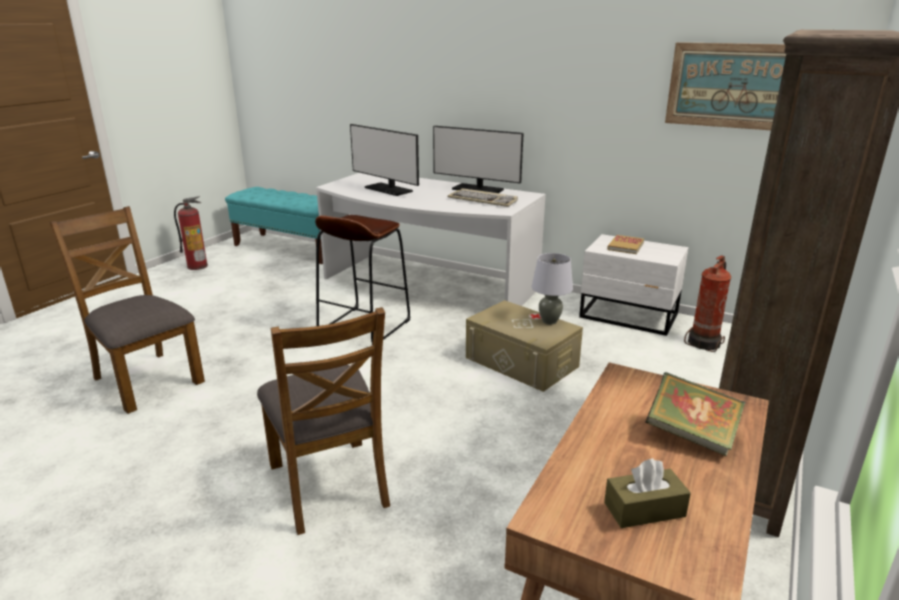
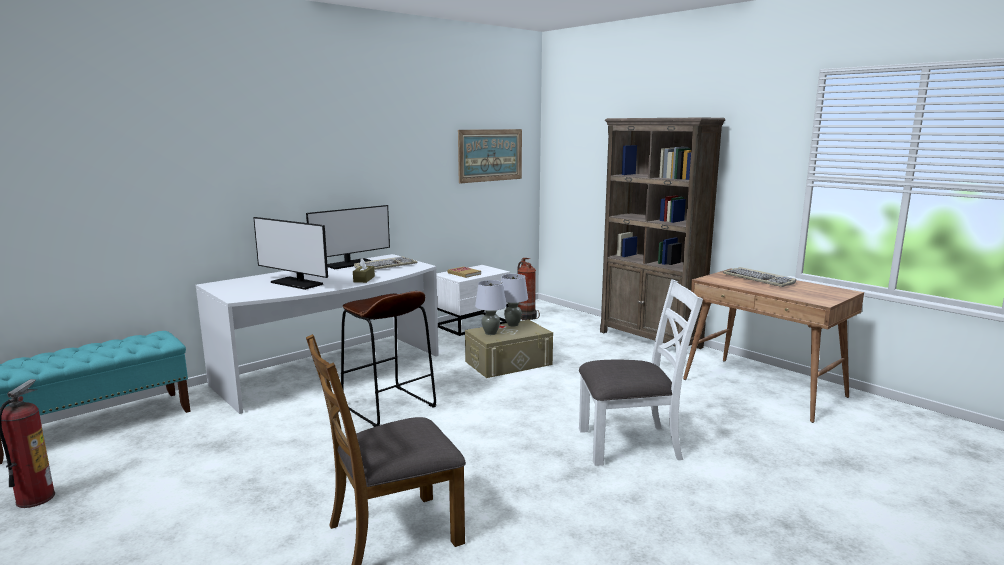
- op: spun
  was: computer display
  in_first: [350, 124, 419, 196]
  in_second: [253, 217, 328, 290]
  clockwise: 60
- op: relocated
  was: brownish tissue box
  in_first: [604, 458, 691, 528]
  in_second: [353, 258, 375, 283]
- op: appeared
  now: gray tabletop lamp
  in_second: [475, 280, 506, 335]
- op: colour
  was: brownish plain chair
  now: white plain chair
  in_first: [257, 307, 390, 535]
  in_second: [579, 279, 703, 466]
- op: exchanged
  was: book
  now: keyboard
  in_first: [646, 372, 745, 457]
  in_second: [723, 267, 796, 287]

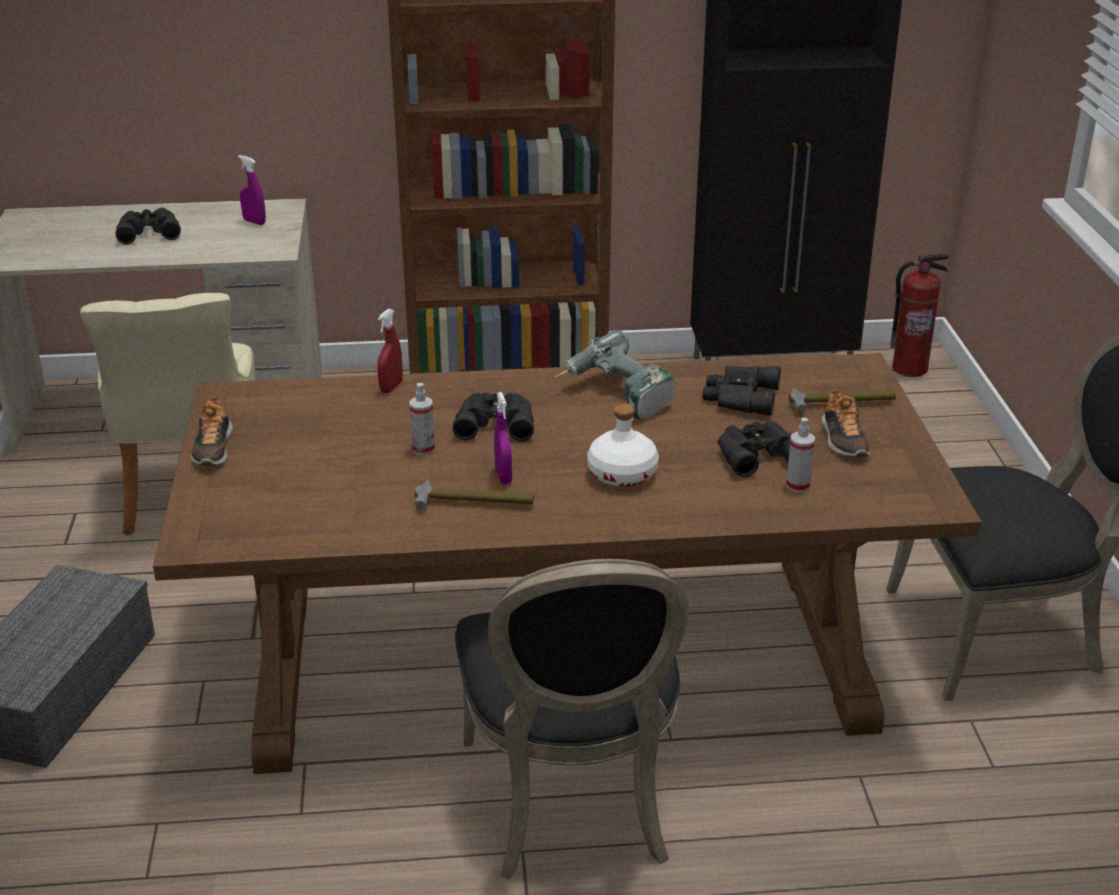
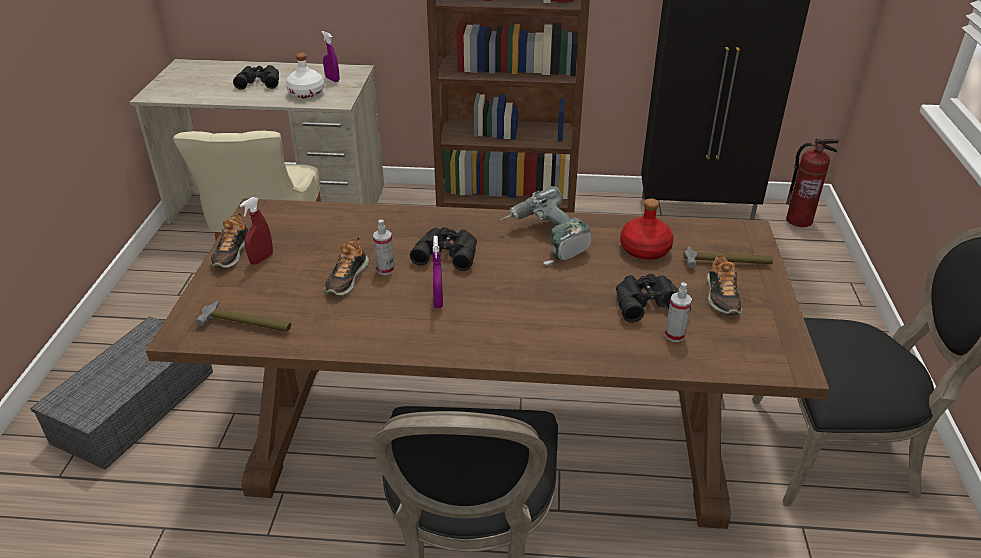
- op: relocated
  was: hammer
  in_first: [415, 480, 534, 509]
  in_second: [196, 300, 291, 332]
- op: relocated
  was: red-coloured sprayer
  in_first: [377, 309, 403, 393]
  in_second: [240, 197, 273, 265]
- op: relocated
  was: white beverage bottle
  in_first: [587, 404, 659, 487]
  in_second: [286, 53, 325, 98]
- op: appeared
  now: item of footwear
  in_second: [325, 237, 369, 296]
- op: exchanged
  was: blackish field glasses
  now: red-coloured beverage bottle
  in_first: [702, 366, 781, 415]
  in_second: [620, 199, 674, 260]

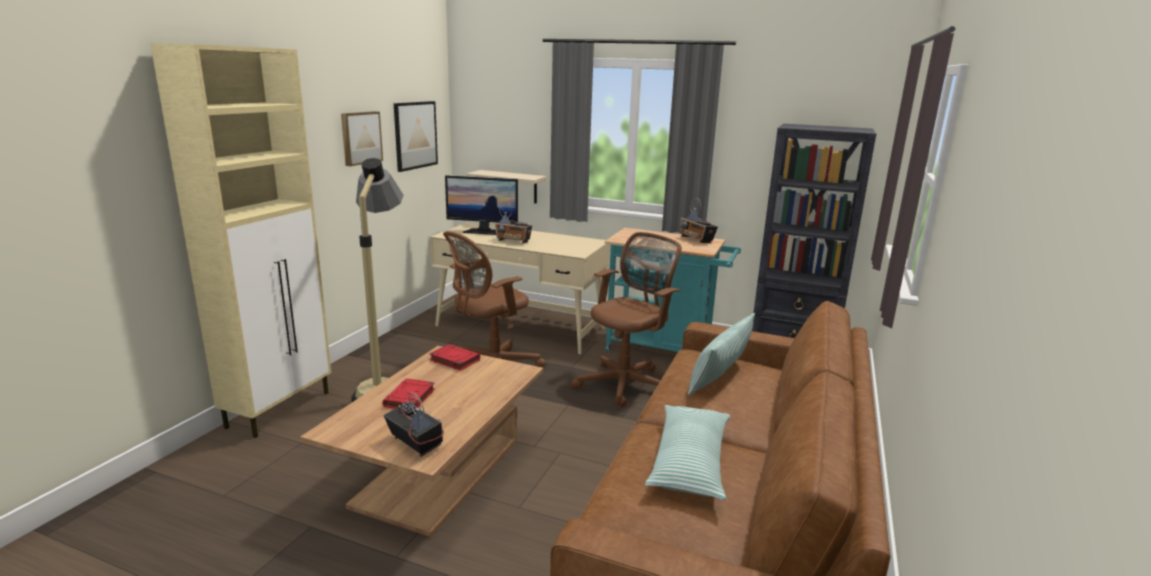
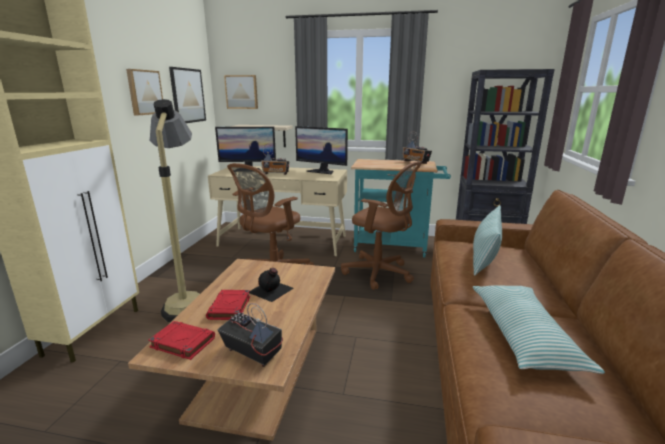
- op: relocated
  was: red-coloured book
  in_first: [429, 344, 480, 371]
  in_second: [148, 321, 215, 360]
- op: appeared
  now: picture
  in_second: [224, 75, 258, 109]
- op: appeared
  now: blackish beverage bottle
  in_second: [249, 268, 294, 302]
- op: appeared
  now: computer display
  in_second: [295, 126, 348, 174]
- op: spun
  was: brownish computer chair
  in_first: [571, 232, 682, 407]
  in_second: [341, 162, 421, 290]
  clockwise: 90

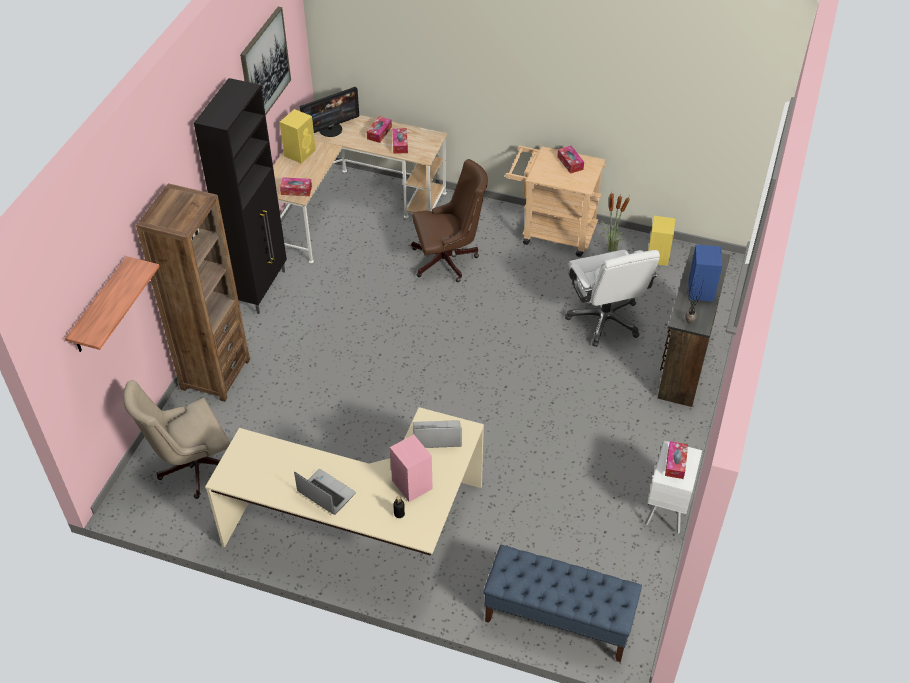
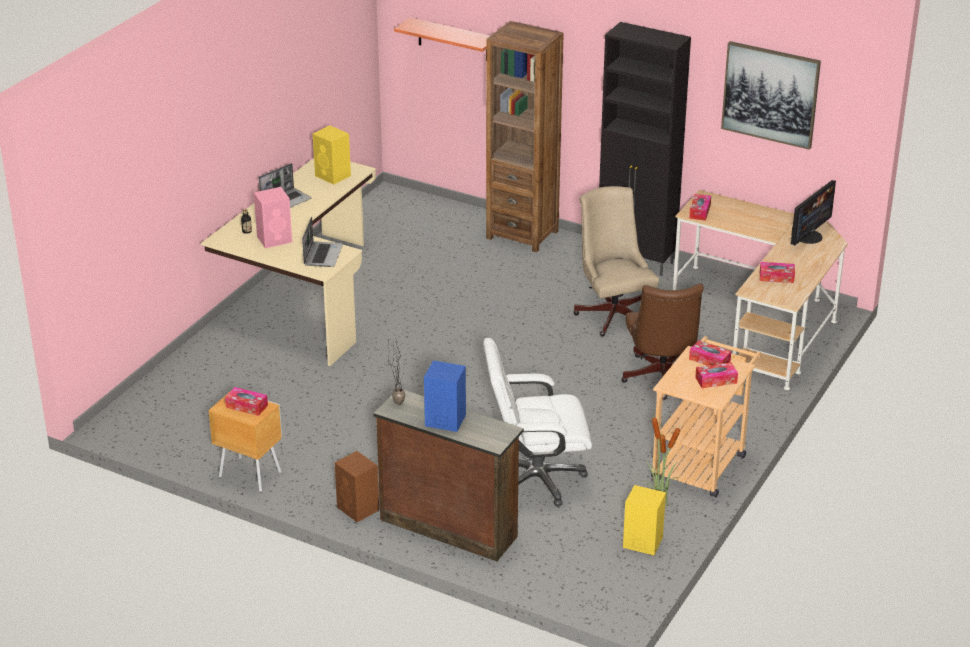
- op: colour
  was: white nightstand
  now: brownish nightstand
  in_first: [645, 441, 702, 534]
  in_second: [208, 392, 282, 492]
- op: relocated
  was: yellow speaker
  in_first: [280, 109, 316, 164]
  in_second: [313, 125, 351, 185]
- op: appeared
  now: brownish speaker
  in_second: [335, 451, 379, 522]
- op: relocated
  was: beige computer chair
  in_first: [123, 380, 230, 499]
  in_second: [573, 186, 659, 336]
- op: relocated
  was: tissue box
  in_first: [367, 116, 392, 143]
  in_second: [689, 340, 731, 366]
- op: spun
  was: computer display
  in_first: [300, 87, 359, 137]
  in_second: [790, 180, 836, 246]
  clockwise: -120
- op: missing
  was: blue bench
  in_first: [483, 545, 642, 662]

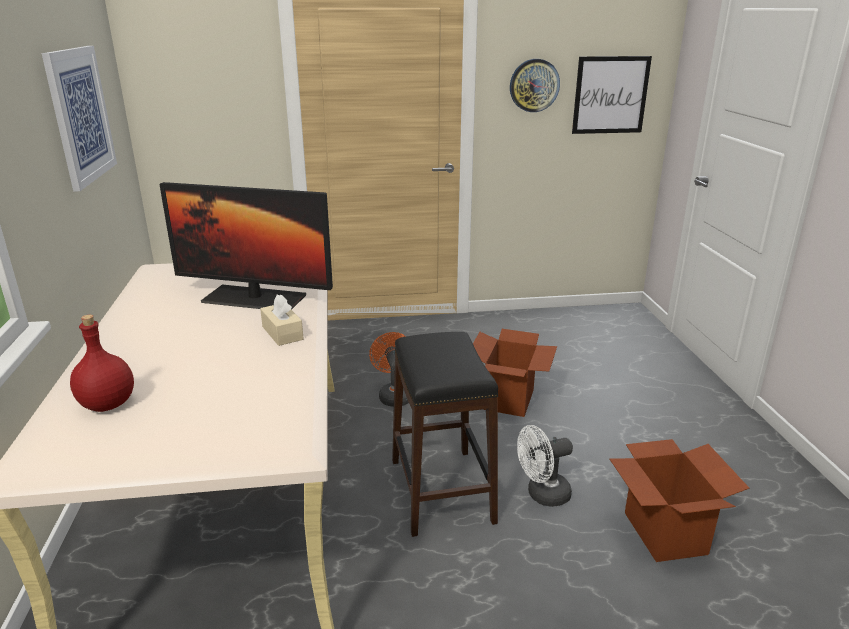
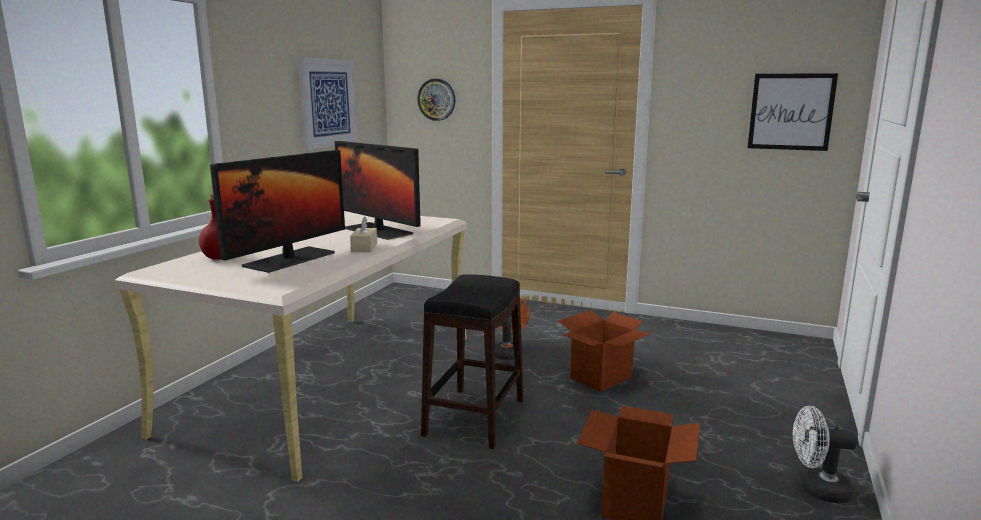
- op: appeared
  now: computer display
  in_second: [210, 150, 345, 273]
- op: relocated
  was: wall clock
  in_first: [510, 59, 560, 112]
  in_second: [417, 79, 455, 121]
- op: relocated
  was: white fan
  in_first: [517, 425, 573, 507]
  in_second: [793, 406, 858, 503]

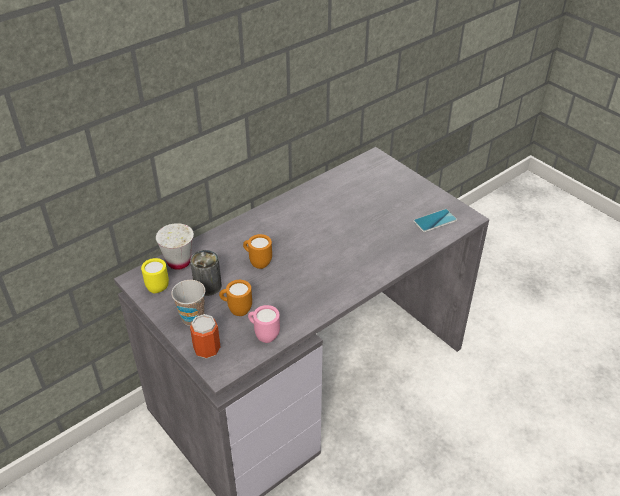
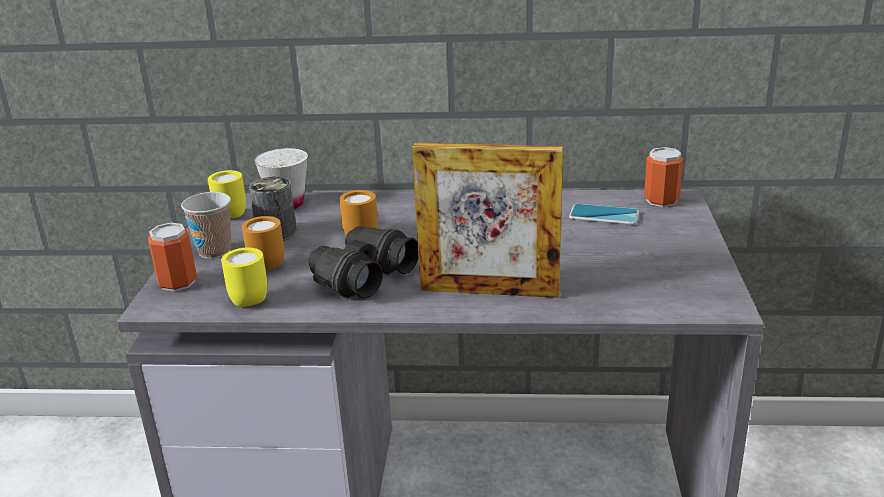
- op: colour
  was: pink tea mug
  now: yellow tea mug
  in_first: [248, 305, 280, 343]
  in_second: [221, 248, 267, 307]
- op: appeared
  now: blackish field glasses
  in_second: [309, 226, 419, 299]
- op: appeared
  now: photo frame
  in_second: [412, 143, 563, 298]
- op: relocated
  was: telephone
  in_first: [413, 209, 457, 232]
  in_second: [569, 204, 639, 225]
- op: appeared
  now: metal can
  in_second: [644, 147, 683, 207]

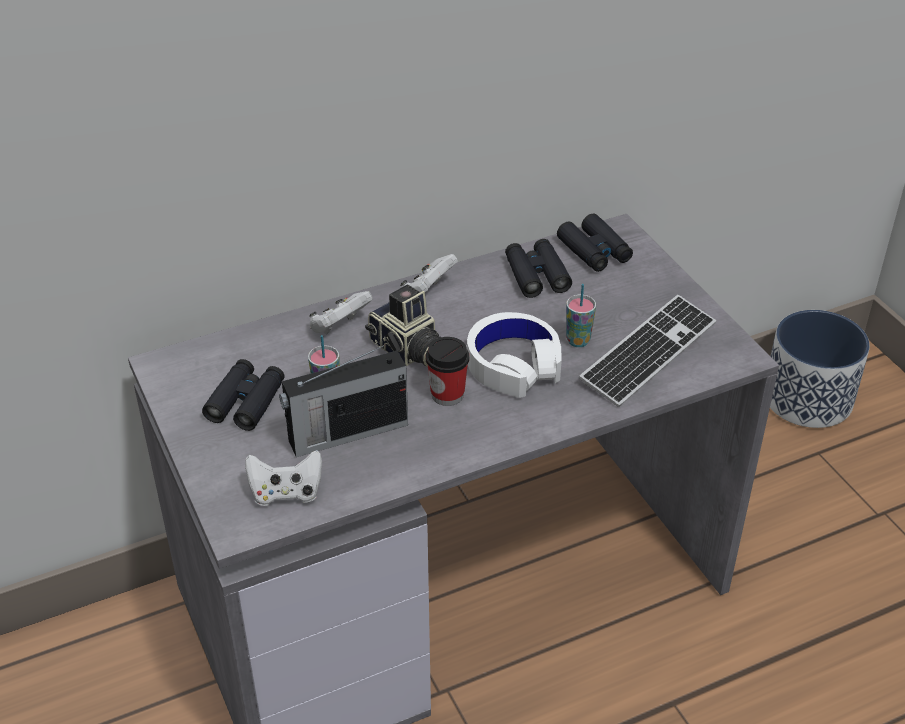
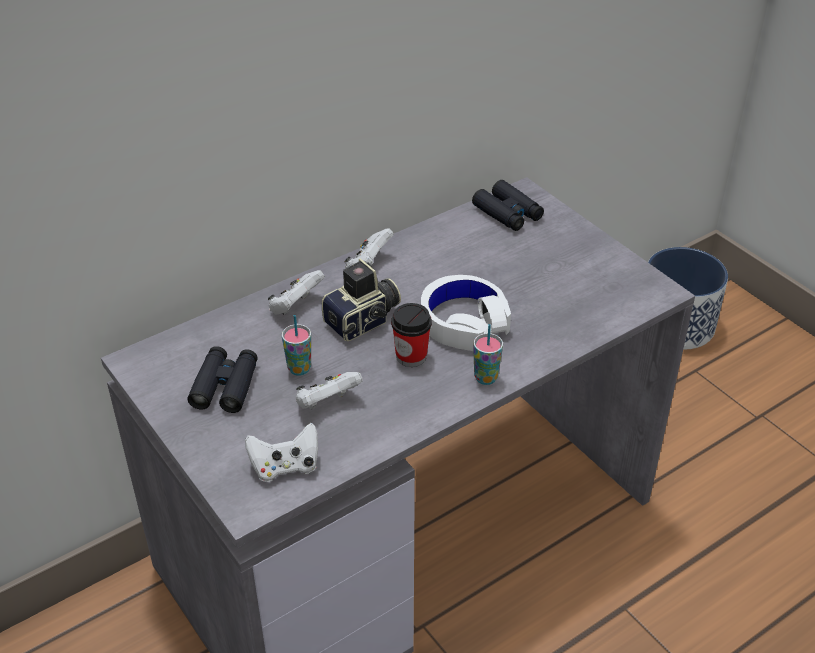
- op: exchanged
  was: radio
  now: white gamepad
  in_first: [279, 344, 408, 457]
  in_second: [296, 372, 363, 410]
- op: spun
  was: photo camera
  in_first: [365, 285, 441, 367]
  in_second: [322, 258, 401, 341]
  clockwise: -75
- op: relocated
  was: drinking cup
  in_first: [566, 284, 596, 347]
  in_second: [473, 324, 503, 385]
- op: missing
  was: blackish field glasses
  in_first: [505, 239, 572, 298]
- op: missing
  was: keyboard
  in_first: [579, 295, 716, 407]

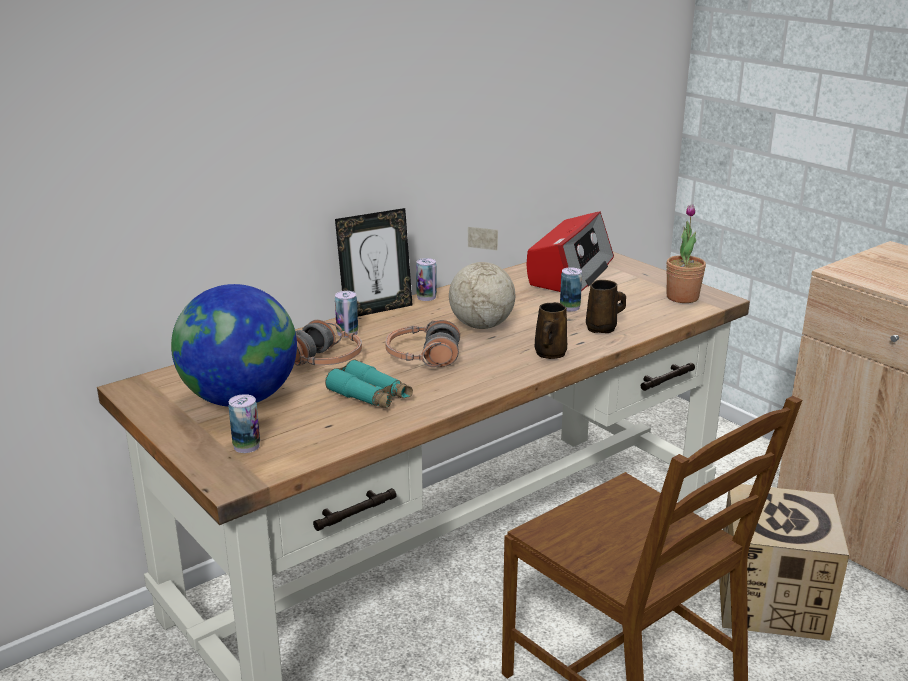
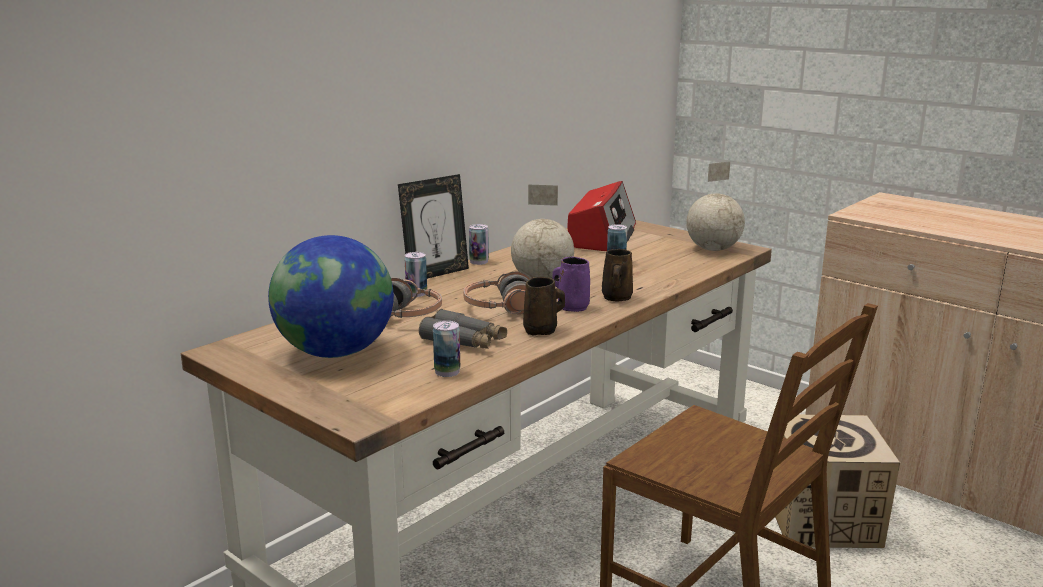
- op: colour
  was: turquoise-coloured field glasses
  now: gray field glasses
  in_first: [325, 359, 413, 409]
  in_second: [419, 309, 507, 349]
- op: relocated
  was: metal can
  in_first: [228, 394, 260, 453]
  in_second: [433, 321, 460, 377]
- op: relocated
  was: brownish tea mug
  in_first: [586, 280, 626, 333]
  in_second: [523, 277, 565, 336]
- op: appeared
  now: purple-coloured tea mug
  in_second: [553, 256, 590, 312]
- op: exchanged
  was: plant in a pot
  now: desk globe
  in_first: [666, 204, 706, 303]
  in_second: [686, 161, 745, 251]

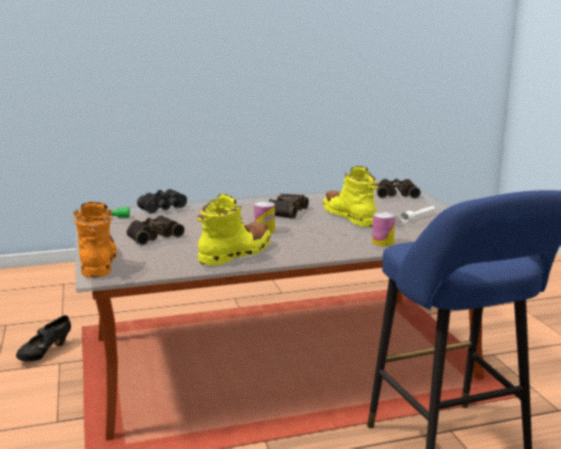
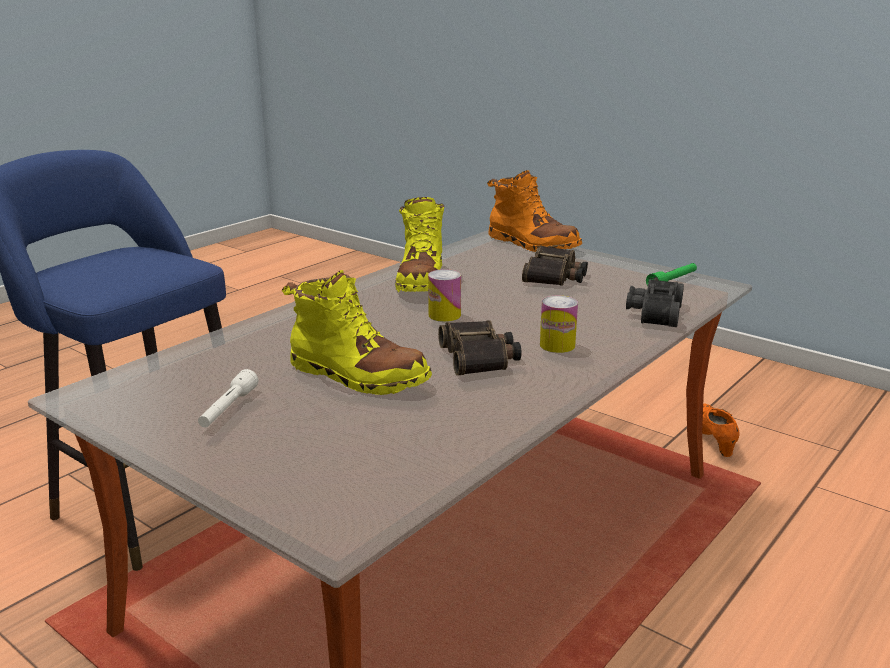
- op: relocated
  was: metal can
  in_first: [372, 212, 395, 246]
  in_second: [540, 296, 578, 353]
- op: colour
  was: blackish item of footwear
  now: orange item of footwear
  in_first: [16, 315, 71, 362]
  in_second: [702, 403, 739, 457]
- op: missing
  was: field glasses
  in_first: [377, 179, 421, 199]

